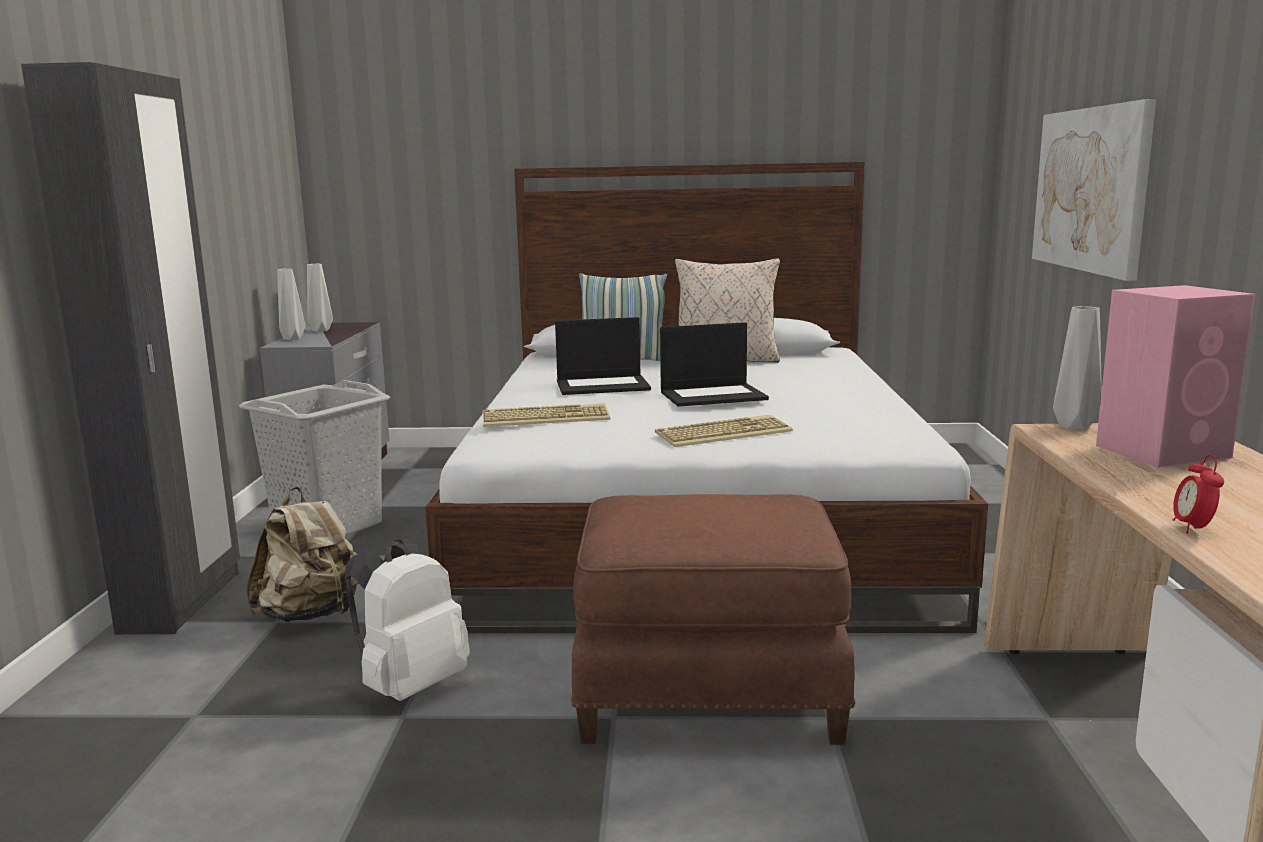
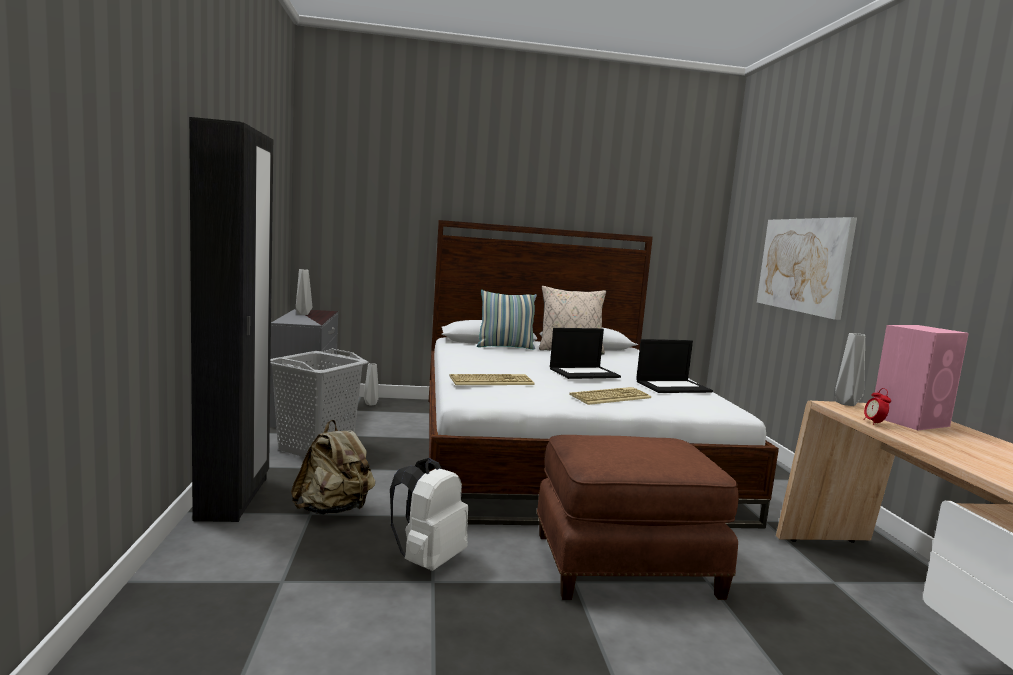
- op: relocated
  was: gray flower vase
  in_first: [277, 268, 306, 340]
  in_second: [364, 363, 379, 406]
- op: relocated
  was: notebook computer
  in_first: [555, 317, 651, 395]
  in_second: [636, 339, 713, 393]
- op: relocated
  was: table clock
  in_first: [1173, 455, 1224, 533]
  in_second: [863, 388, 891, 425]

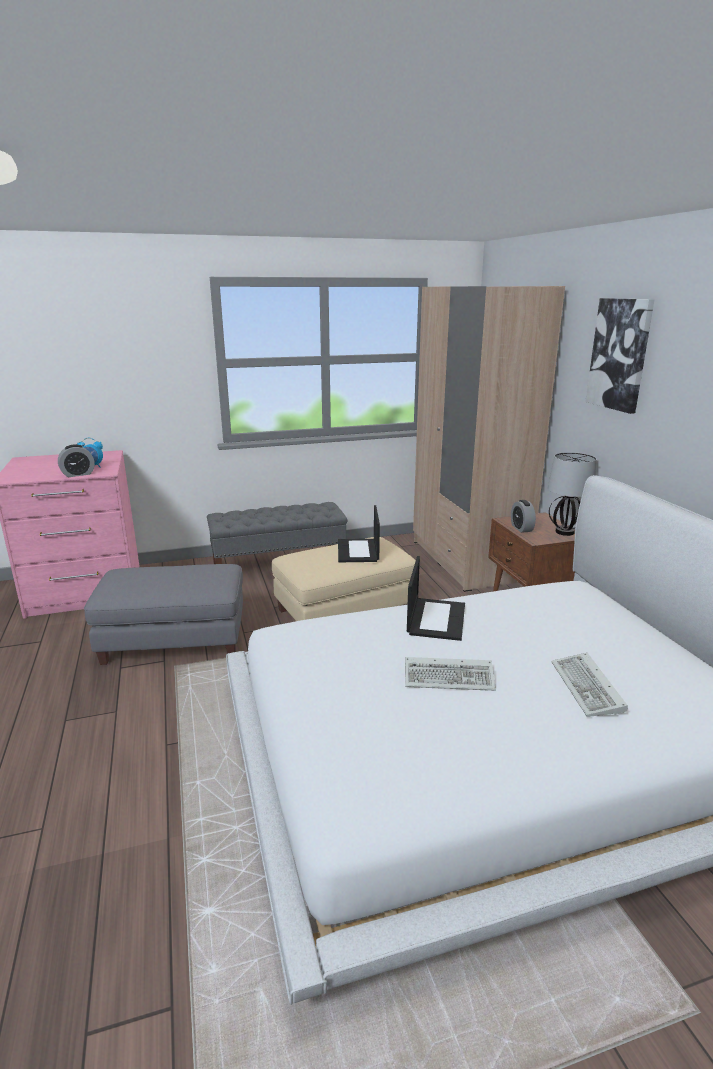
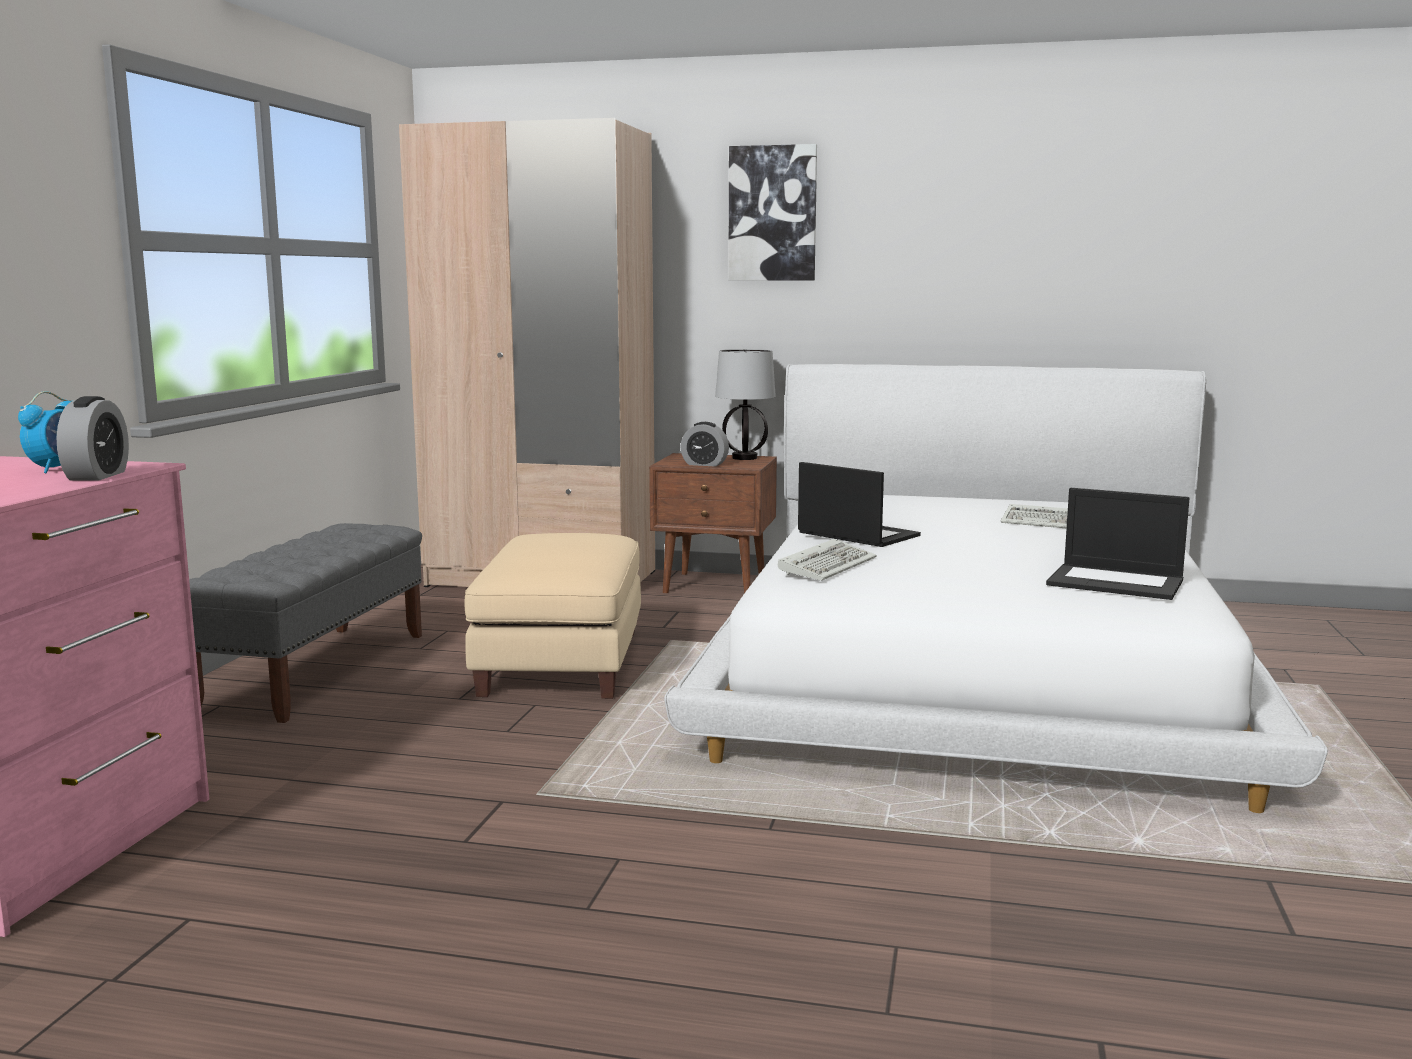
- op: relocated
  was: keyboard
  in_first: [405, 657, 496, 691]
  in_second: [778, 539, 877, 581]
- op: relocated
  was: notebook computer
  in_first: [338, 505, 380, 562]
  in_second: [1046, 488, 1189, 600]
- op: missing
  was: gray pouffe
  in_first: [84, 564, 243, 665]

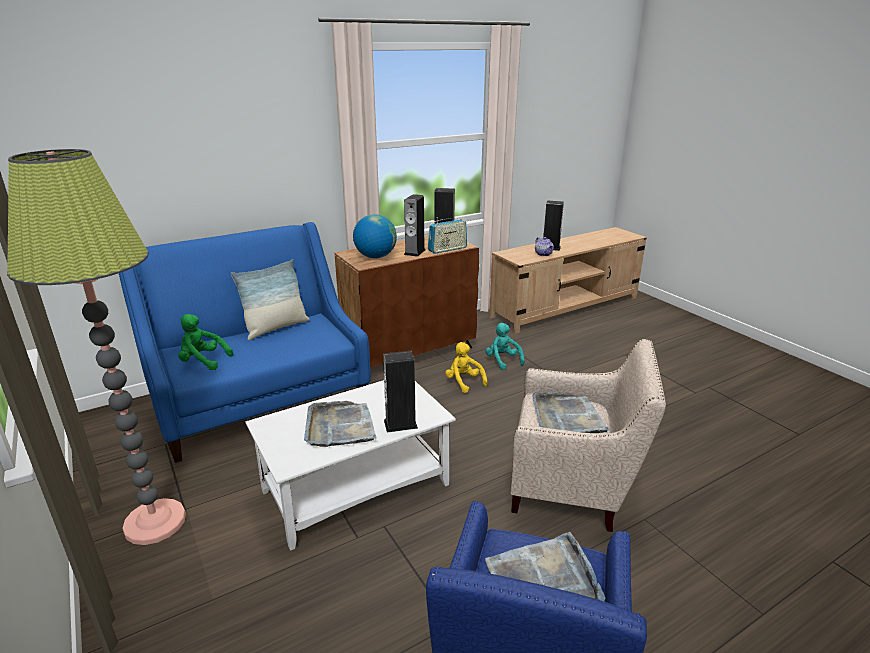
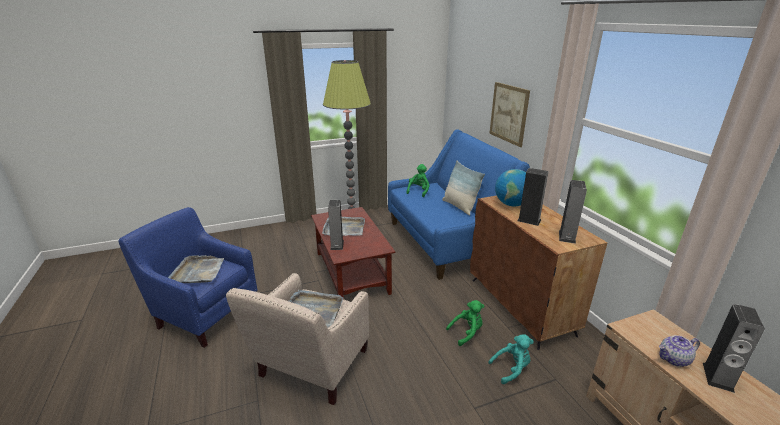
- op: colour
  was: white lounge table
  now: brownish lounge table
  in_first: [245, 380, 456, 551]
  in_second: [311, 207, 395, 299]
- op: colour
  was: yellow soft toy
  now: green soft toy
  in_first: [445, 342, 488, 393]
  in_second: [446, 300, 485, 346]
- op: appeared
  now: picture
  in_second: [489, 82, 530, 147]
- op: missing
  was: radio
  in_first: [428, 218, 467, 254]

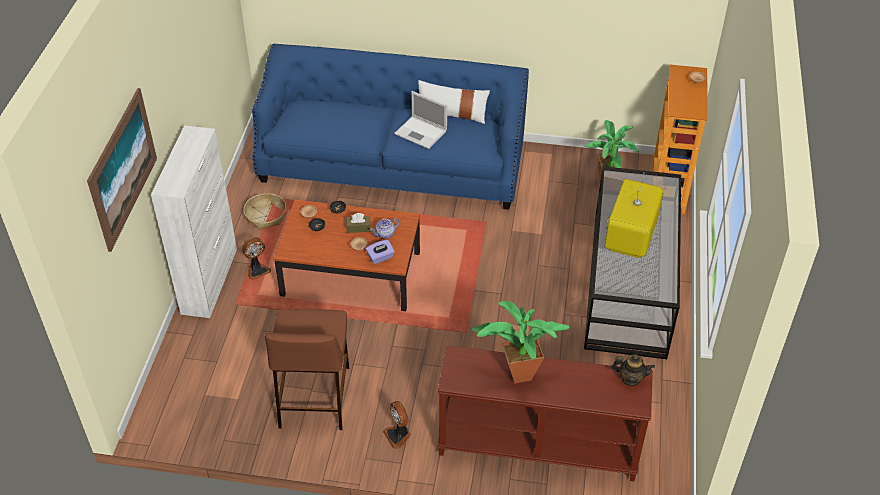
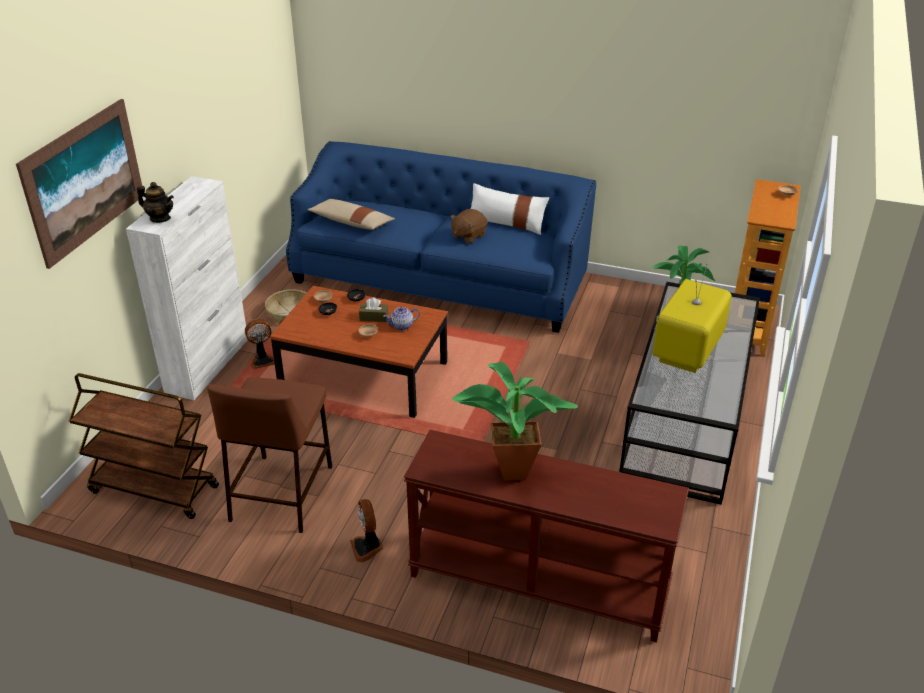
- op: appeared
  now: brownish wheeled cart
  in_second: [69, 373, 219, 519]
- op: relocated
  was: tea pot
  in_first: [611, 354, 655, 386]
  in_second: [137, 182, 174, 223]
- op: appeared
  now: beige cushion
  in_second: [307, 199, 395, 230]
- op: exchanged
  was: notebook computer
  now: brownish soft toy
  in_first: [394, 91, 447, 149]
  in_second: [451, 209, 487, 243]
- op: missing
  was: purple-coloured tissue box
  in_first: [366, 240, 395, 264]

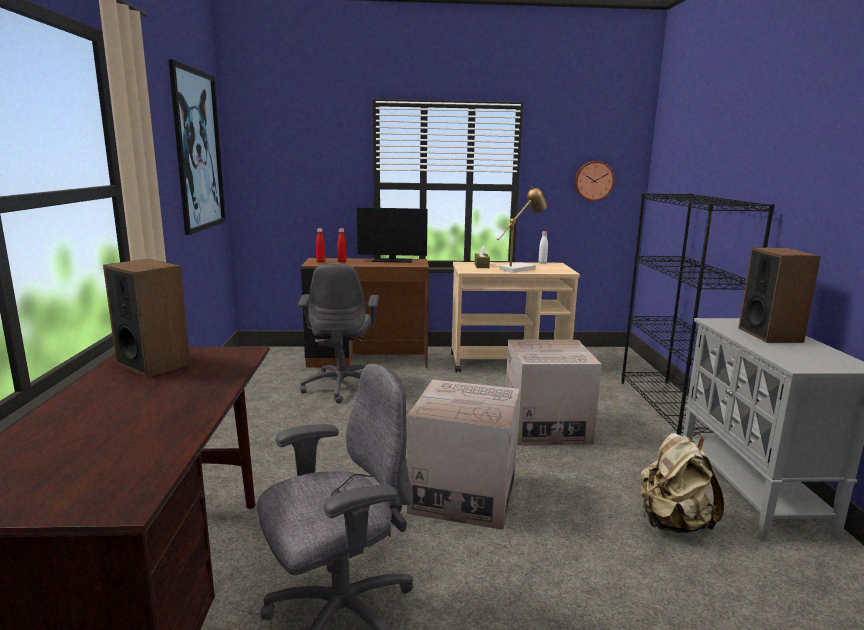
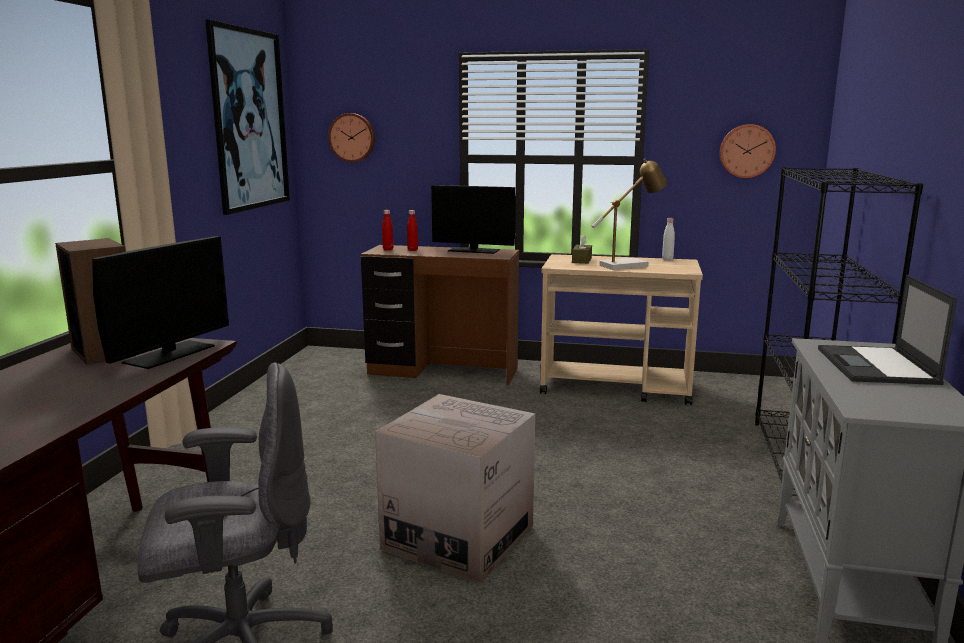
- op: appeared
  now: computer display
  in_second: [92, 236, 229, 369]
- op: appeared
  now: wall clock
  in_second: [328, 113, 375, 162]
- op: exchanged
  was: speaker
  now: notebook computer
  in_first: [739, 247, 821, 343]
  in_second: [818, 275, 957, 385]
- op: missing
  was: gray computer chair
  in_first: [298, 263, 379, 404]
- op: missing
  was: packing box
  in_first: [506, 340, 602, 445]
- op: missing
  was: beige backpack
  in_first: [641, 433, 724, 533]

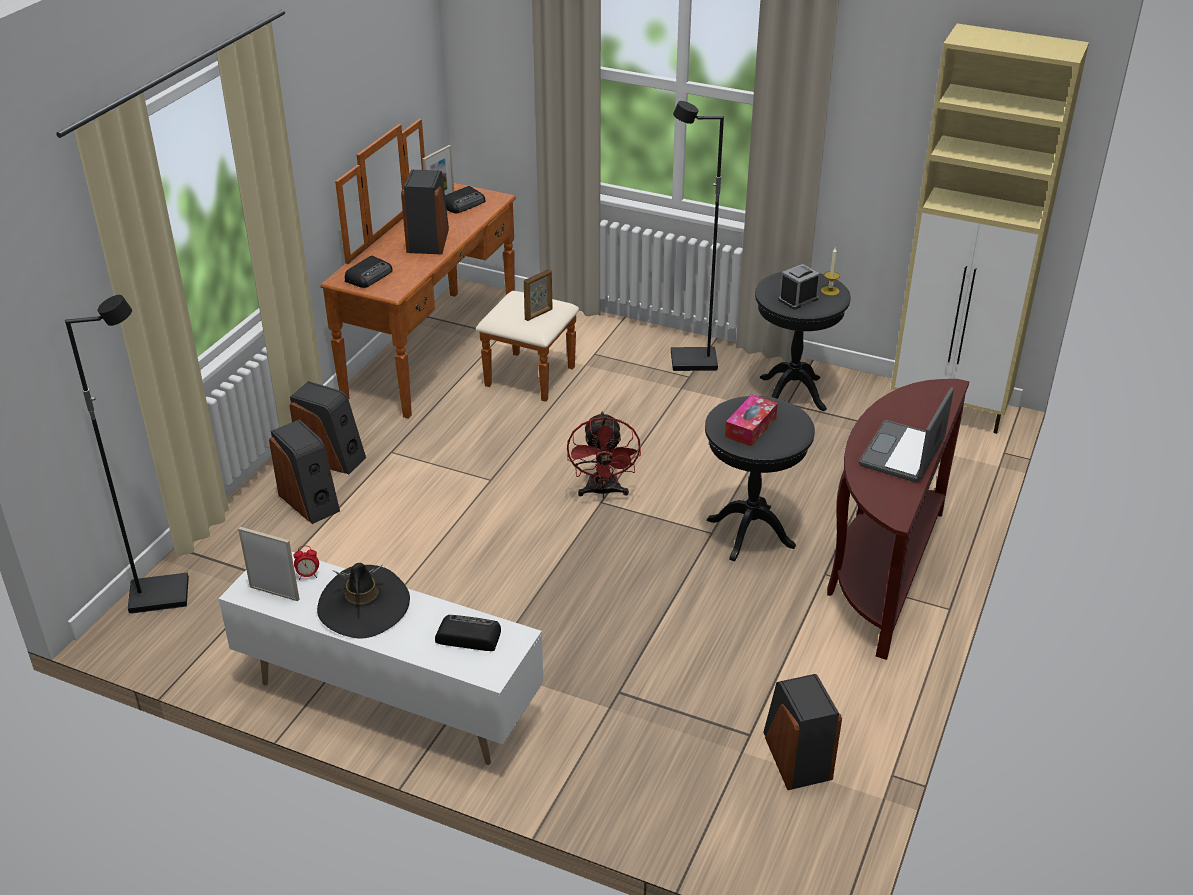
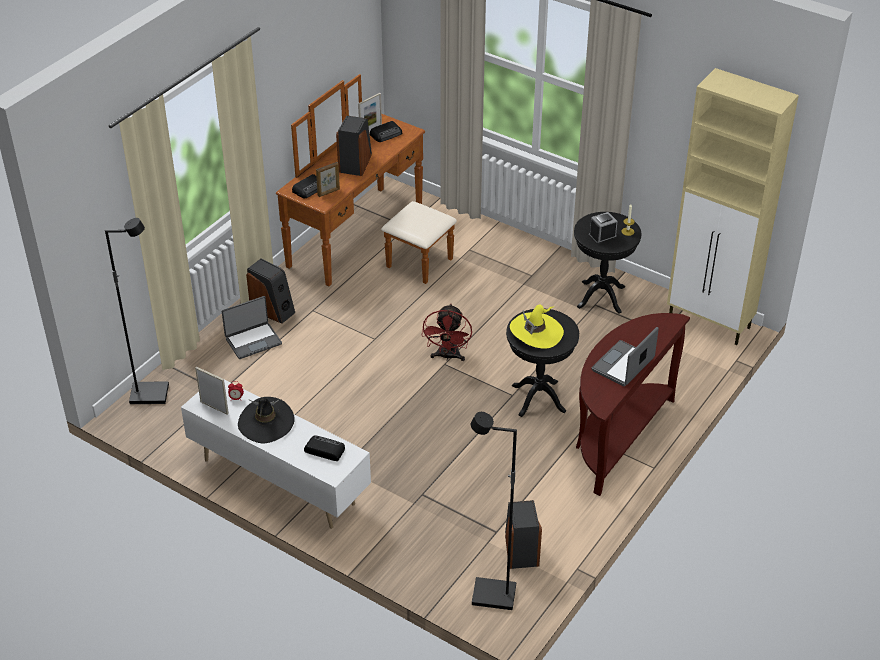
- op: exchanged
  was: speaker
  now: notebook computer
  in_first: [269, 419, 340, 524]
  in_second: [222, 296, 282, 359]
- op: relocated
  was: photo frame
  in_first: [524, 269, 552, 321]
  in_second: [316, 162, 340, 197]
- op: relocated
  was: blackish standard lamp
  in_first: [671, 101, 724, 371]
  in_second: [471, 412, 517, 610]
- op: exchanged
  was: tissue box
  now: yellow hat
  in_first: [725, 395, 778, 446]
  in_second: [510, 305, 564, 349]

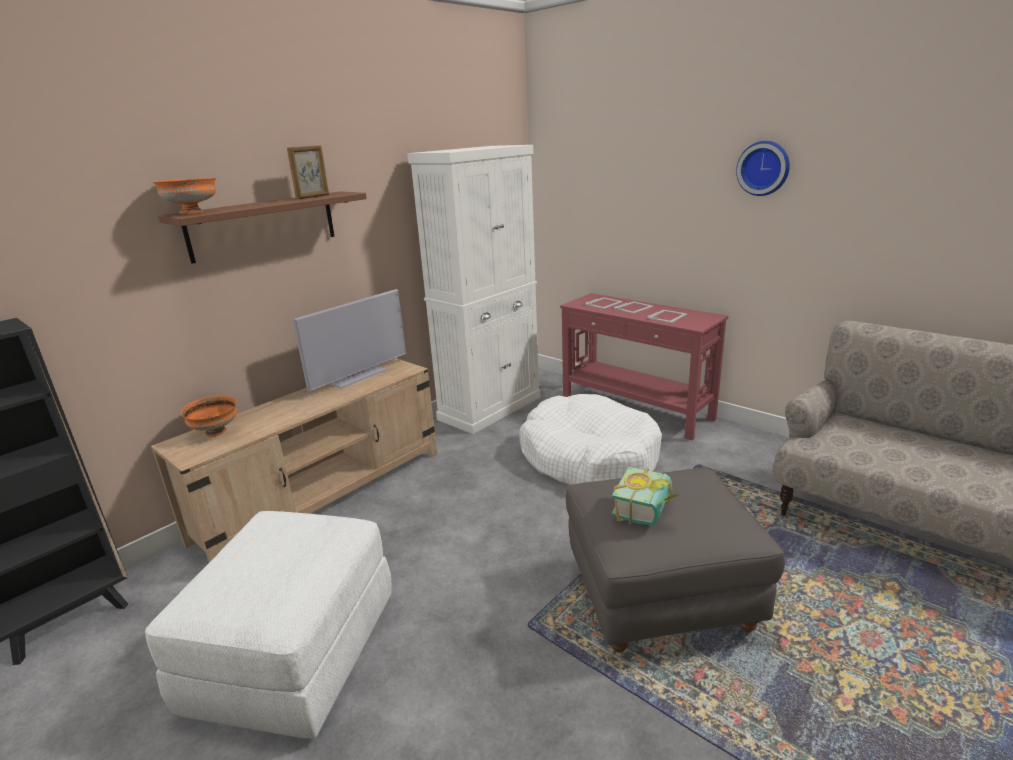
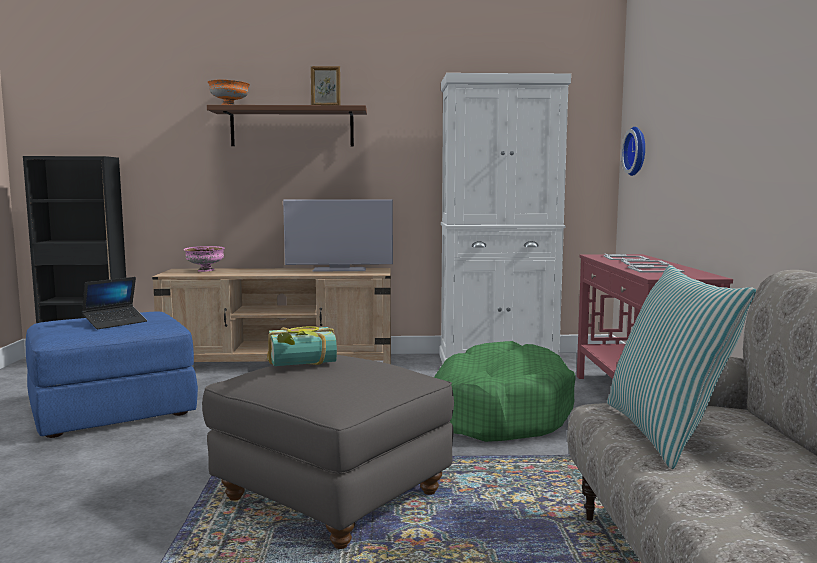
- op: colour
  was: white pouffe
  now: blue pouffe
  in_first: [145, 511, 392, 739]
  in_second: [26, 311, 198, 438]
- op: appeared
  now: notebook computer
  in_second: [82, 277, 147, 329]
- op: colour
  was: orange bowl
  now: pink bowl
  in_first: [181, 395, 237, 437]
  in_second: [184, 246, 225, 272]
- op: colour
  was: white dog cushion
  now: green dog cushion
  in_first: [519, 394, 662, 485]
  in_second: [434, 341, 576, 442]
- op: appeared
  now: cushion
  in_second: [607, 265, 756, 469]
- op: relocated
  was: wall clock
  in_first: [736, 141, 790, 196]
  in_second: [621, 127, 645, 176]

